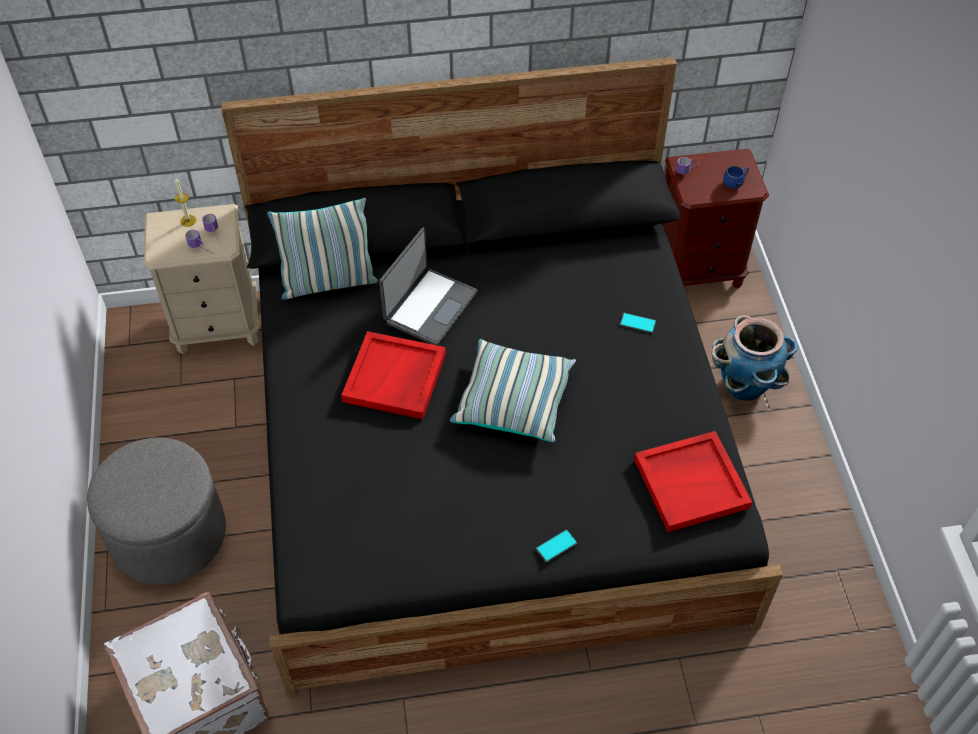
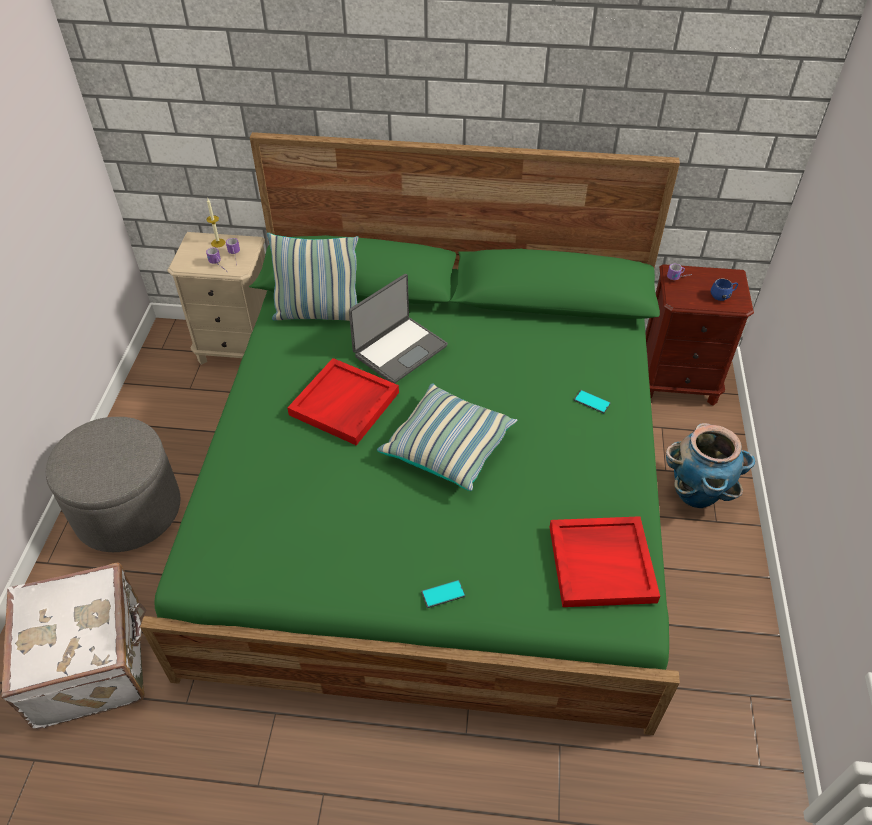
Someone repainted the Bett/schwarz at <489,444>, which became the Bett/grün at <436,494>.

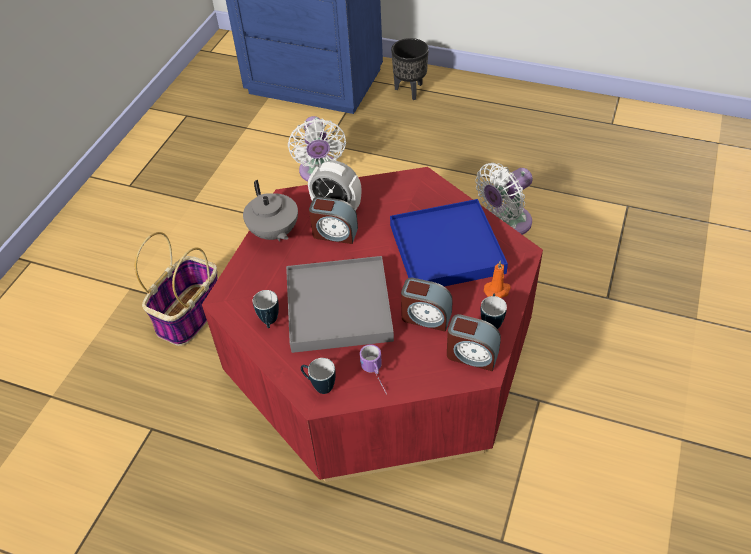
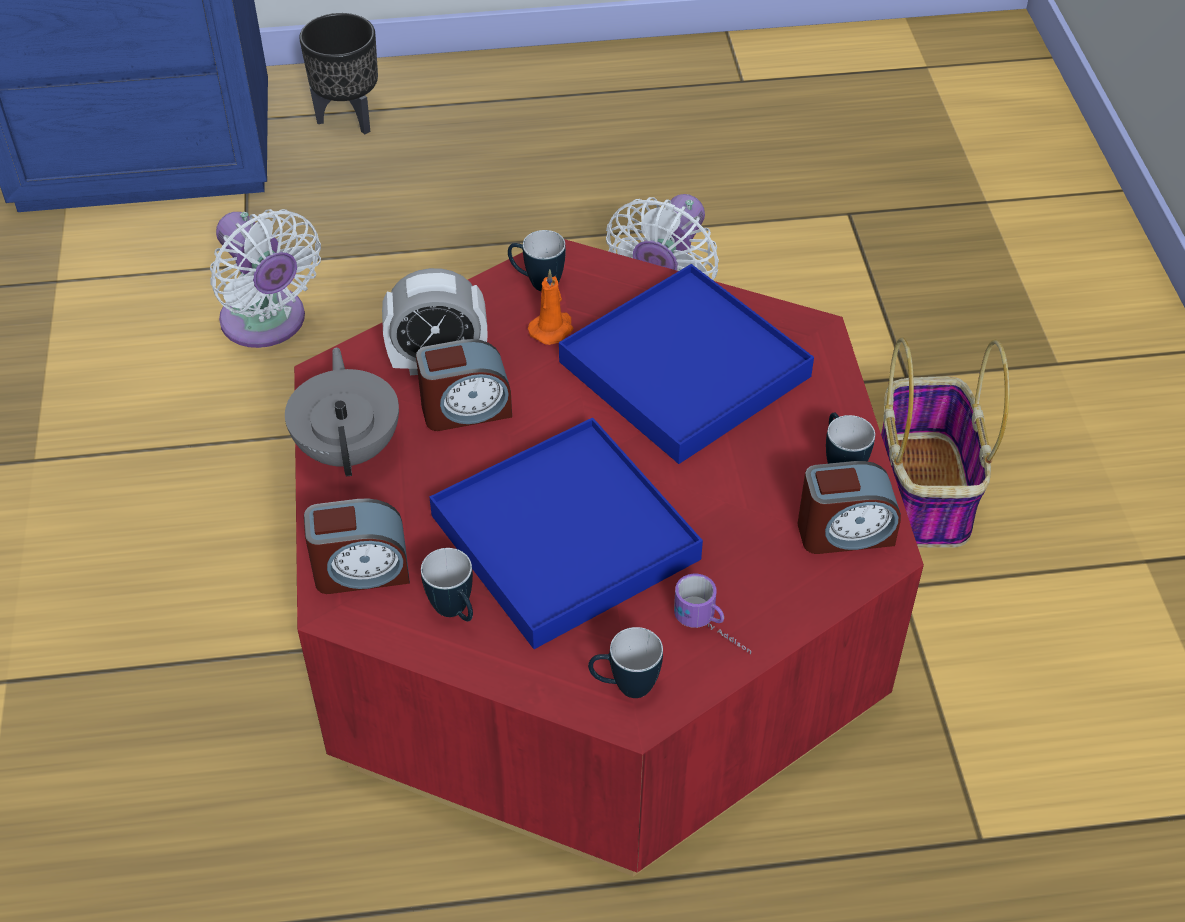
Someone rotated the Teekanne/grau at <274,233> by 135 degrees counterclockwise.
Someone carried the Wecker from <426,317> to <361,570>.
Someone repainted the Tablett/grau at <338,307>, which became the Tablett/blau at <564,537>.
Someone put down the Henkelbecher at <537,282>.
Someone carried the Kerze/orange from <497,290> to <552,329>.
Someone carried the Korb from <190,314> to <922,489>.

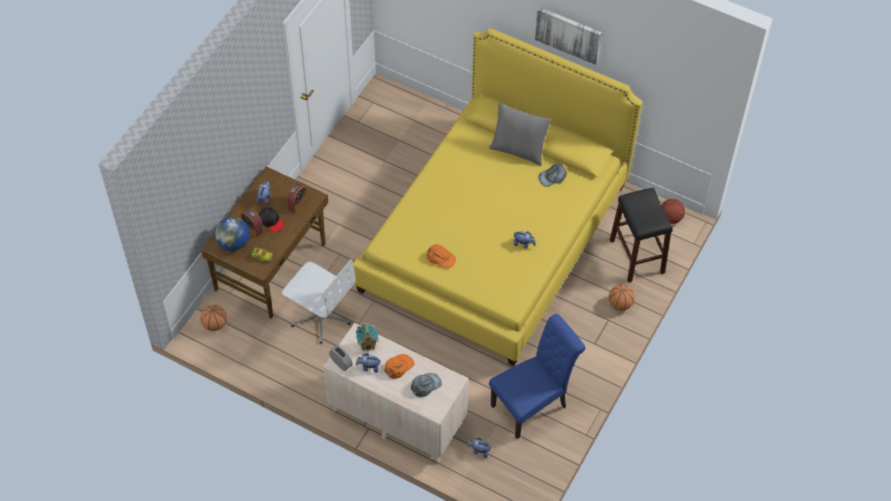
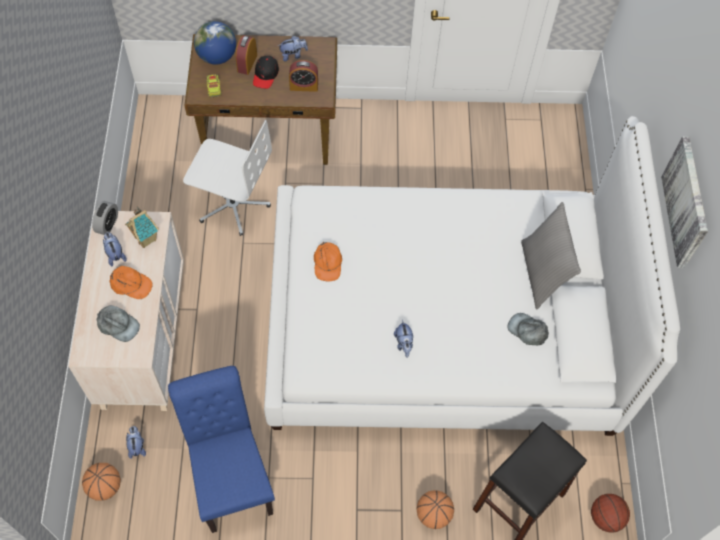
Someone carried the Basketball from <215,324> to <105,487>.
Someone rotated the Stuhl/blau at <533,404> by 135 degrees counterclockwise.
Someone rotated the Bürostuhl/weiß at <321,316> by 75 degrees counterclockwise.
Someone repainted the Bett/gelb at <493,237>, which became the Bett/weiß at <441,322>.

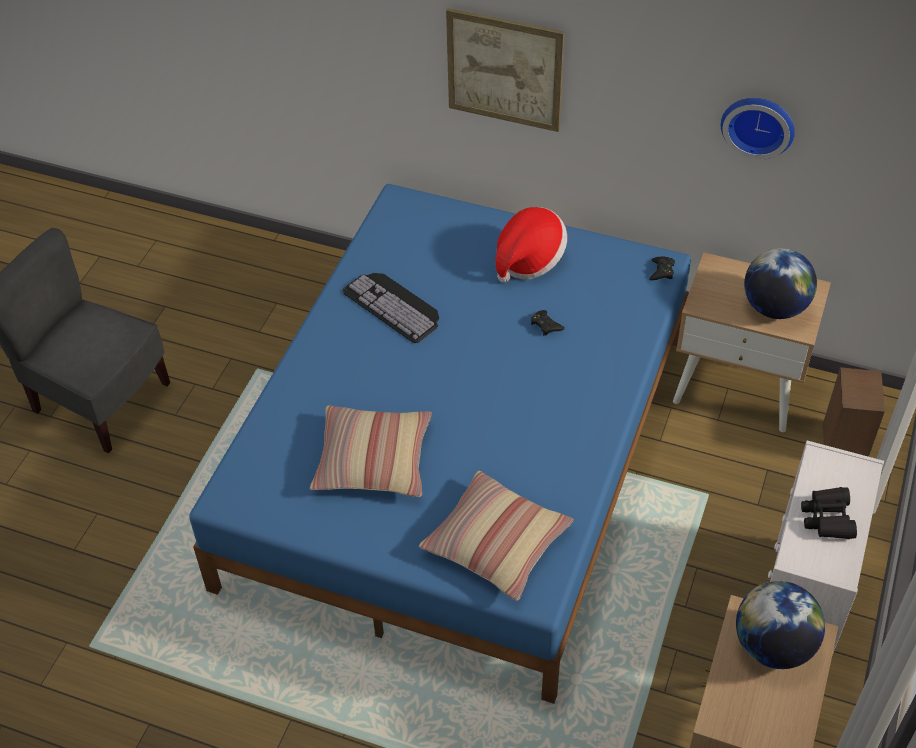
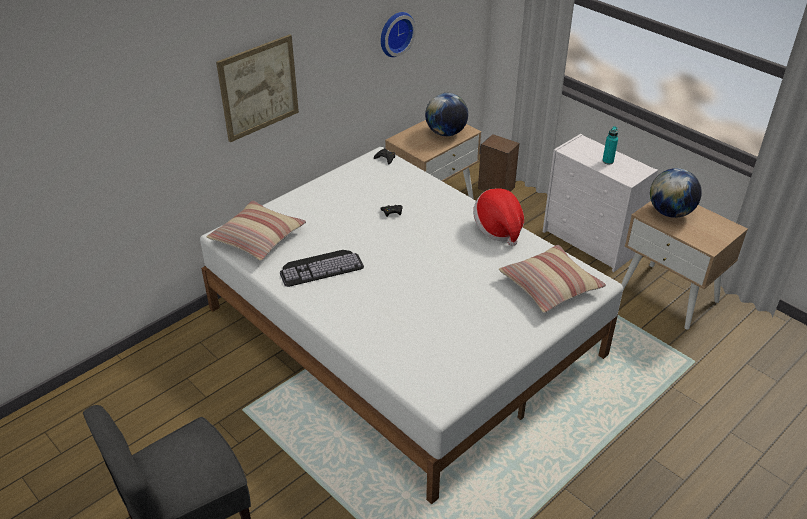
Someone repainted the Bett/blau at <461,458>, which became the Bett/weiß at <403,331>.
Someone carried the Kissen from <373,460> to <258,238>.
Someone carried the Hut from <528,260> to <498,229>.
Someone swapped the Fernglas/schwarz at <827,518> for the Flasche/türkis at <608,161>.

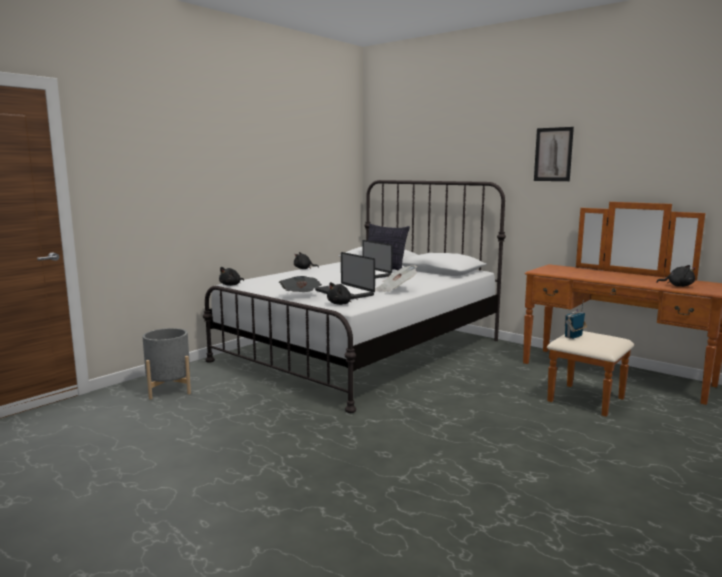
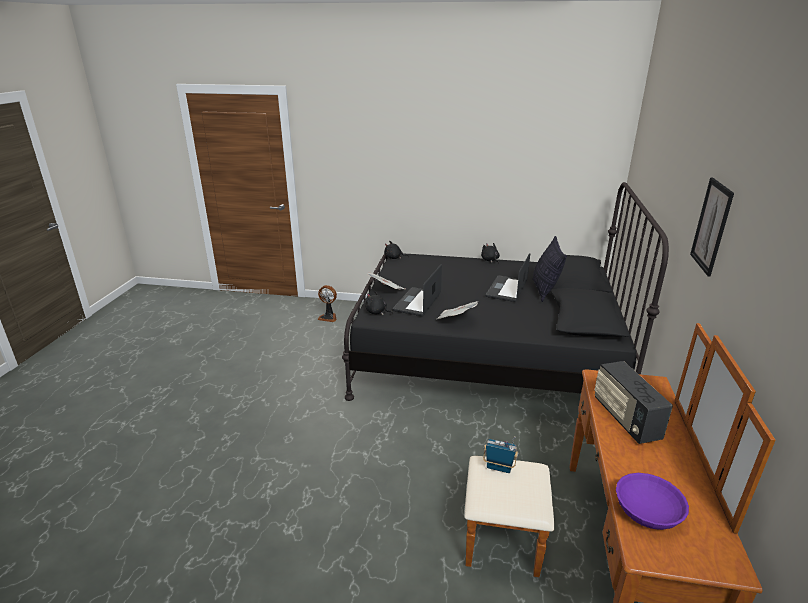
Someone swapped the Pflanzkübel/grau at <169,389> for the Ventilator at <328,317>.
Someone repainted the Bett/weiß at <361,350>, which became the Bett/schwarz at <486,358>.
Someone put down the Radio at <625,419>.
Someone swapped the Plüschtier/schwarz at <678,286> for the Schüssel/lila at <648,511>.

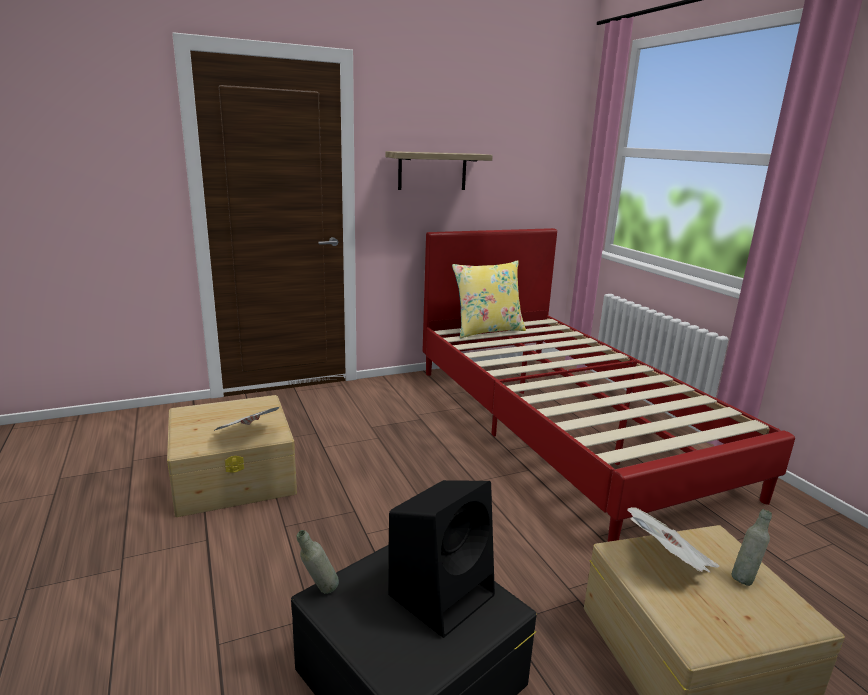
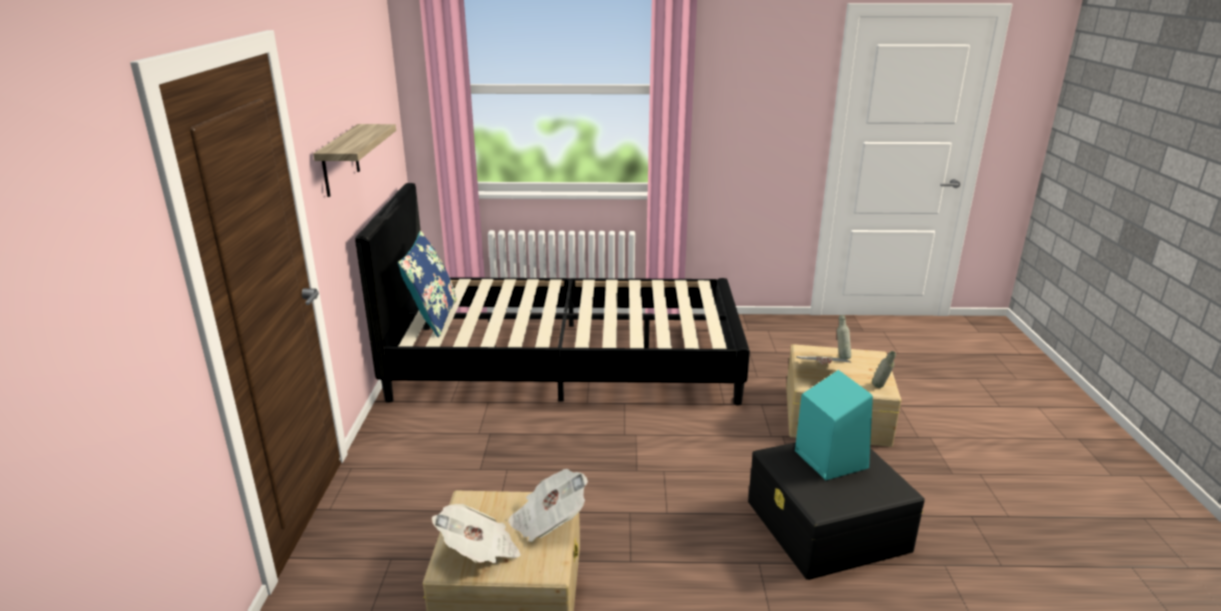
Someone repainted the Bett/rot at <563,425>, which became the Bett/schwarz at <566,362>.
Someone repainted the Kissen/gelb at <487,330>, which became the Kissen/blau at <433,318>.
Someone put down the Zeitung at <479,551>.
Someone repainted the Lautsprecher/schwarz at <442,593>, which became the Lautsprecher/türkis at <829,458>.
Someone carried the Flasche/grau from <319,592> to <880,388>.

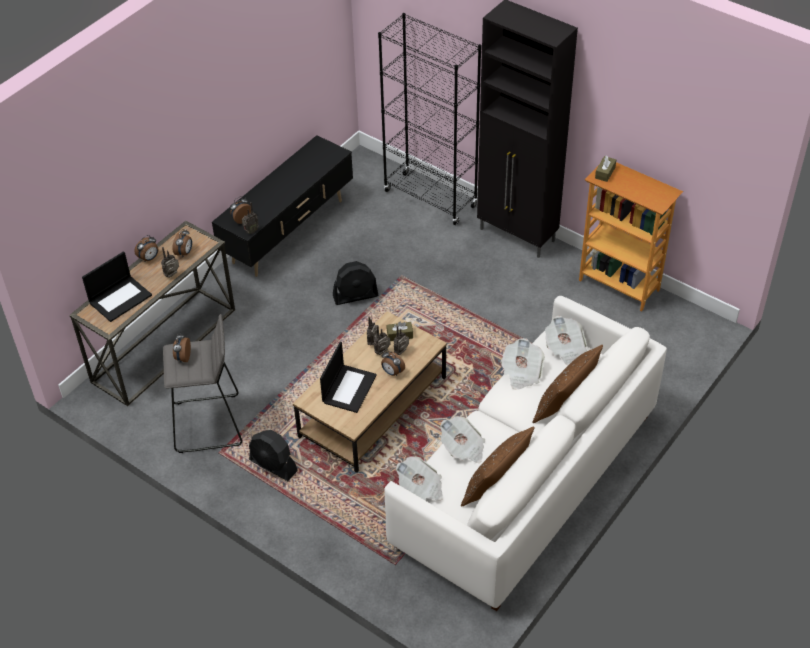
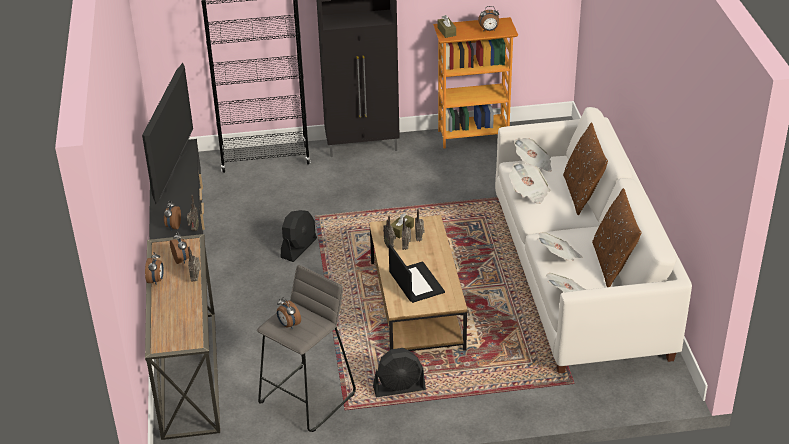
Someone put down the Fernseher at <174,173>.
Someone carried the Wecker from <392,372> to <489,30>.
Someone took away the Laptop at <120,298>.

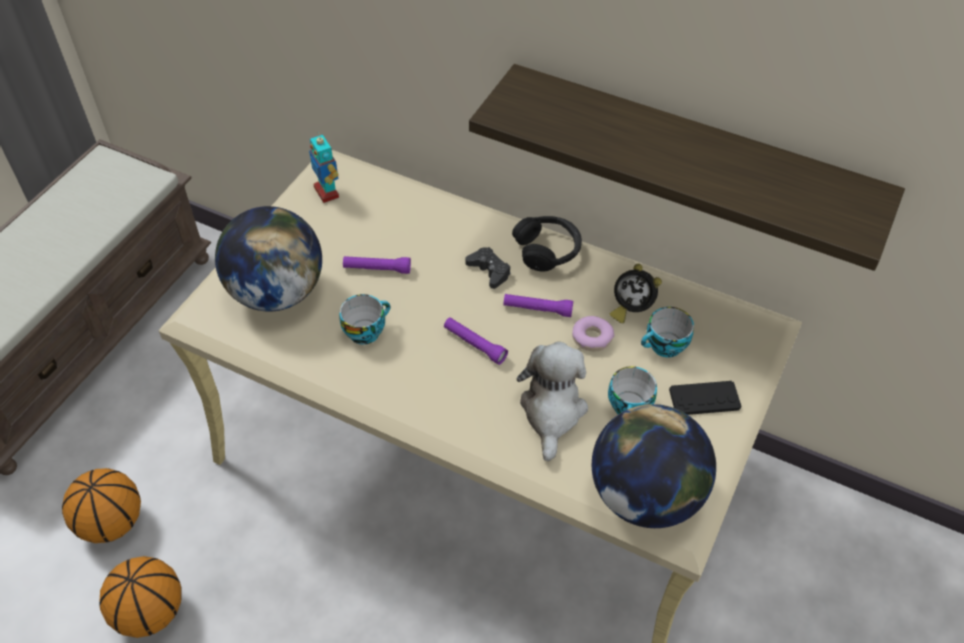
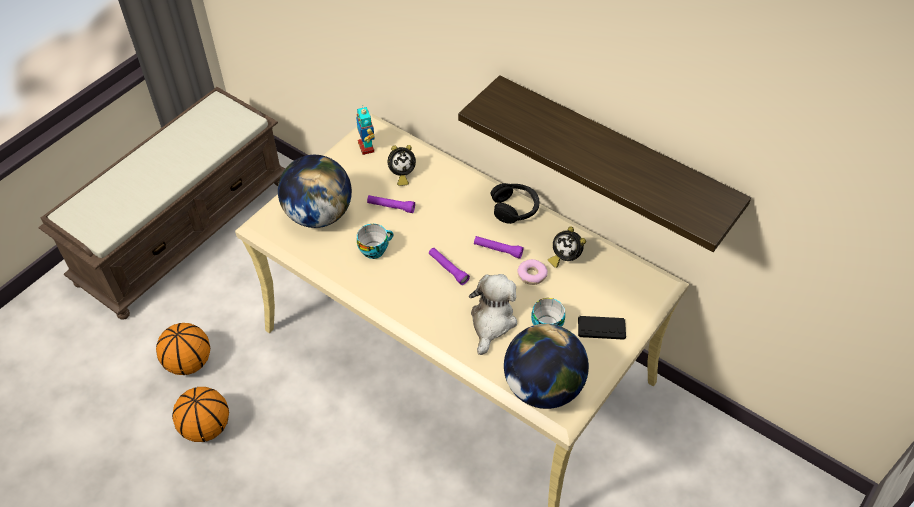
Someone put down the Wecker at <401,175>.
Someone took away the Gamepad/schwarz at <489,271>.
Someone took away the Tasse at <664,347>.

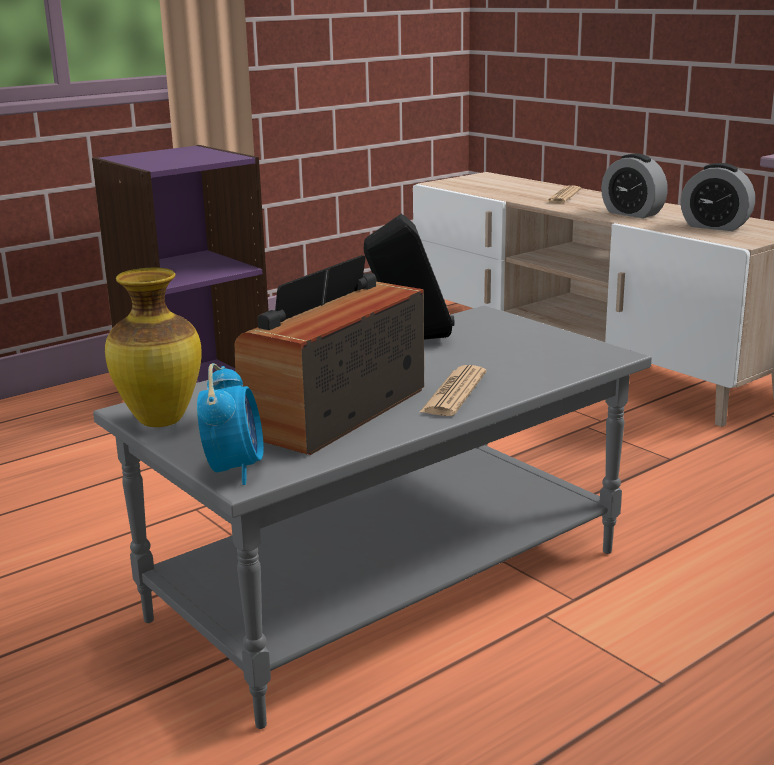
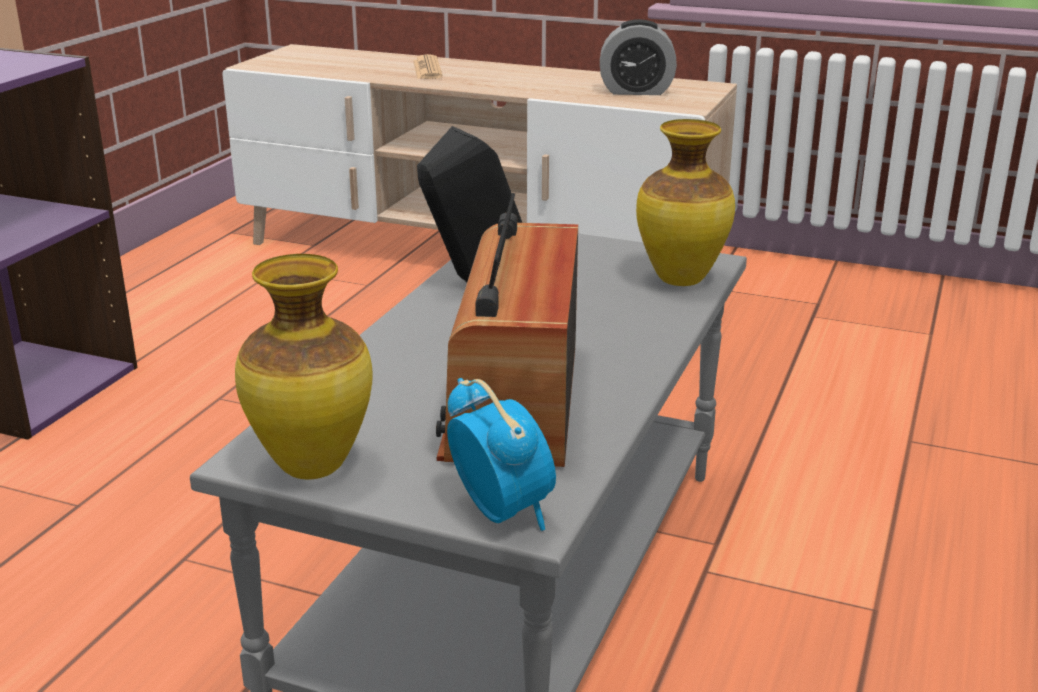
Someone put down the Vase at <682,280>.
Someone took away the Zeitung at <454,392>.
Someone took away the Wecker at <632,213>.

